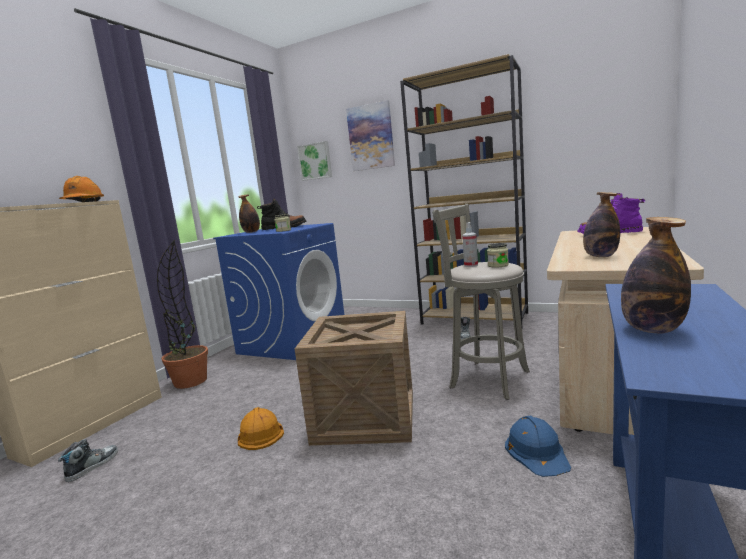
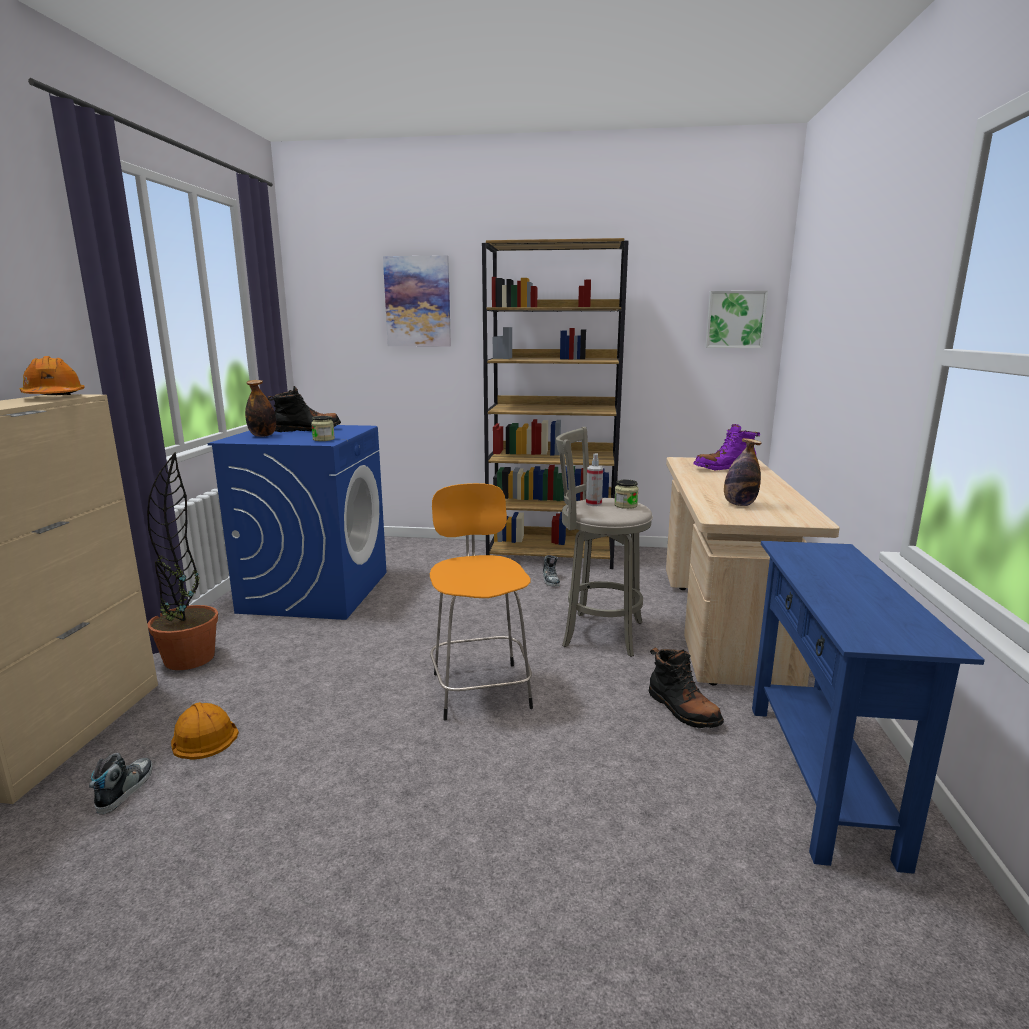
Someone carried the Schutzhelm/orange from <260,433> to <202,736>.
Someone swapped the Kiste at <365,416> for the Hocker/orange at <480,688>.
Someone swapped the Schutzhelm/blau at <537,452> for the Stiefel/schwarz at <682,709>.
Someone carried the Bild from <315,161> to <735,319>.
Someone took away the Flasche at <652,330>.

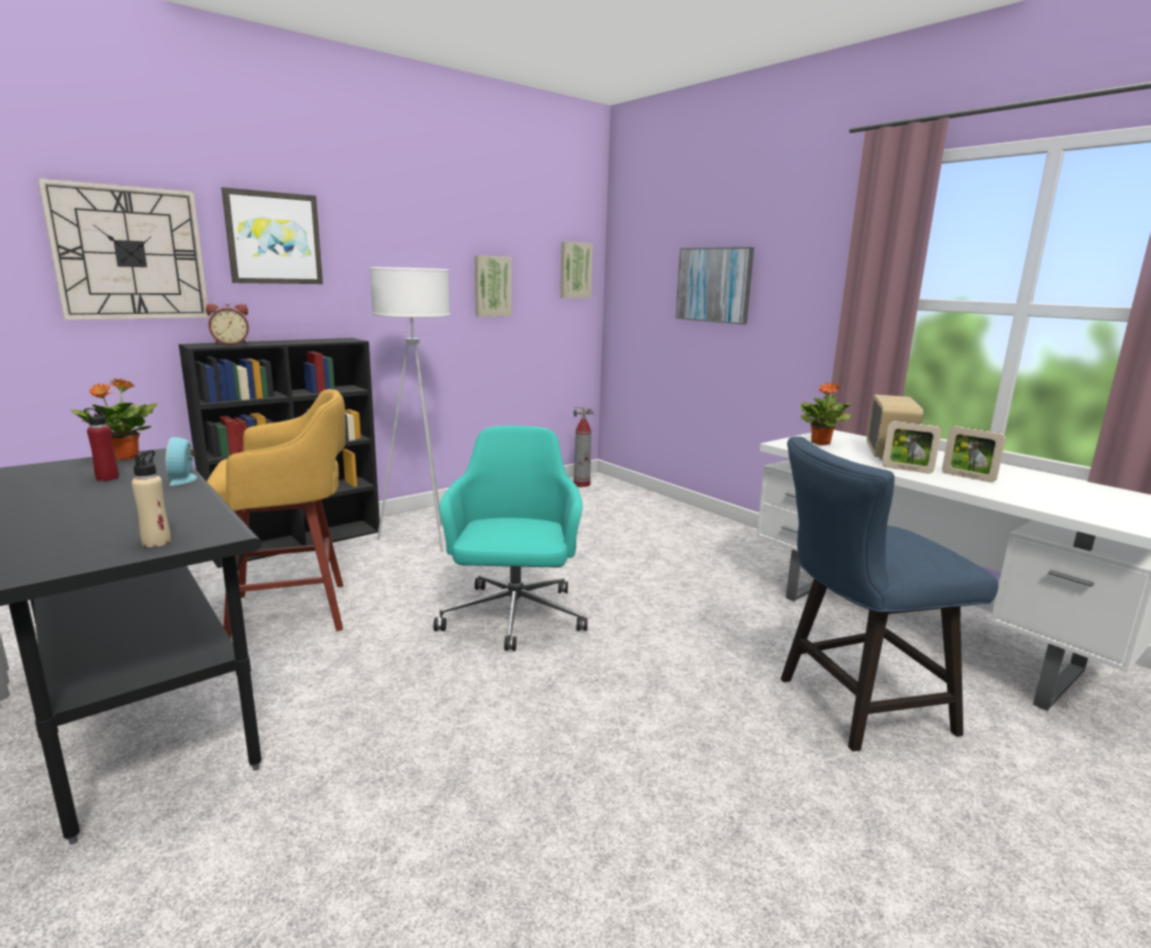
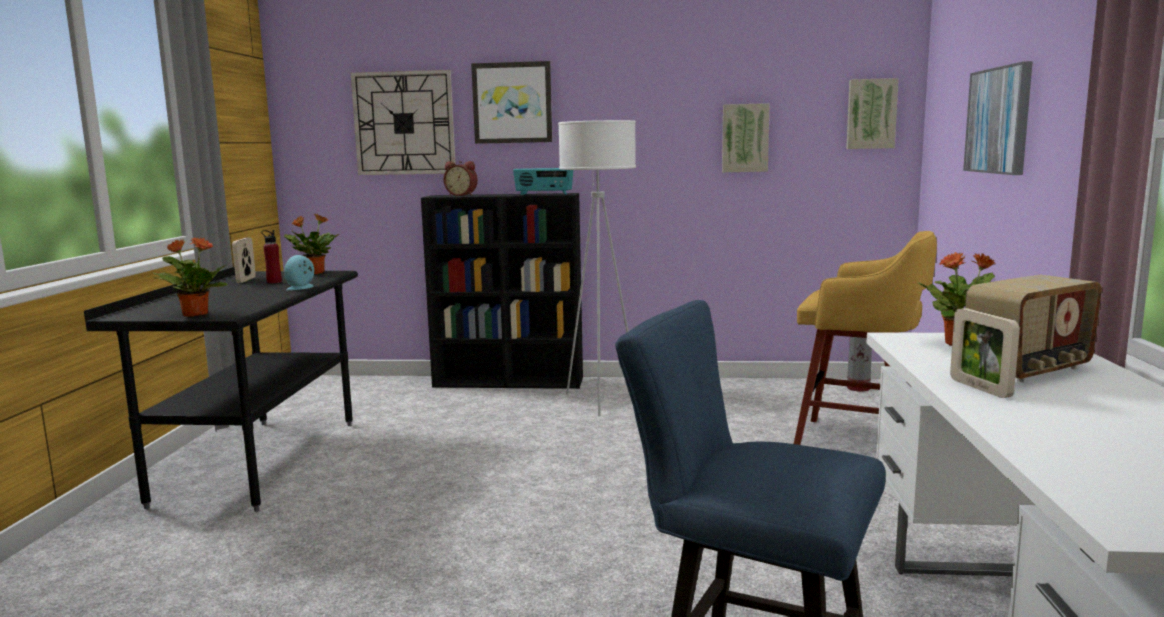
Someone swapped the Flasche/beige at <156,542> for the Topfpflanze at <194,314>.
Someone carried the Bilderrahmen from <968,477> to <246,280>.
Someone put down the Radio at <543,194>.
Someone carried the Hocker/gelb from <294,612> to <858,442>.
Someone took away the Bürostuhl/türkis at <513,618>.

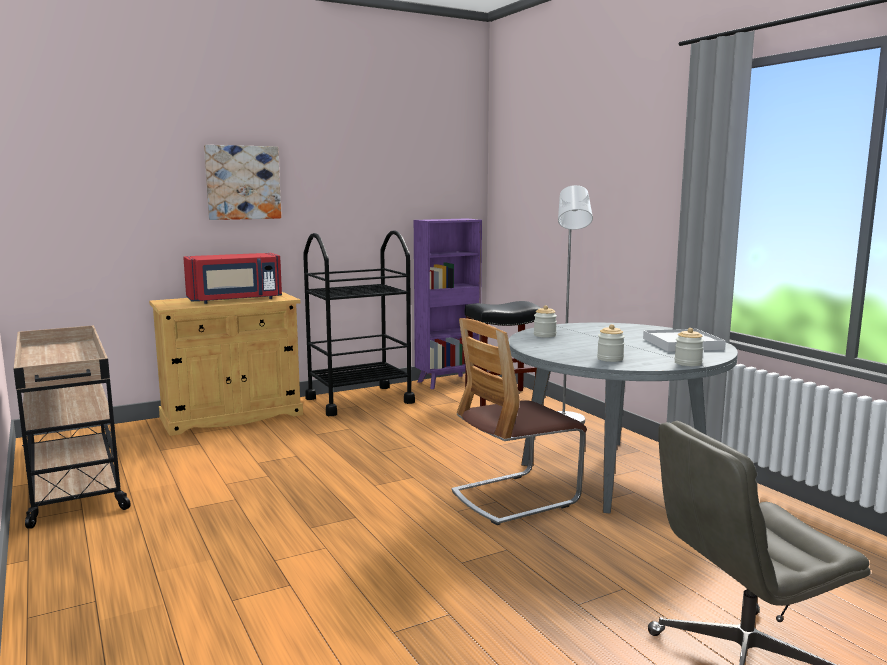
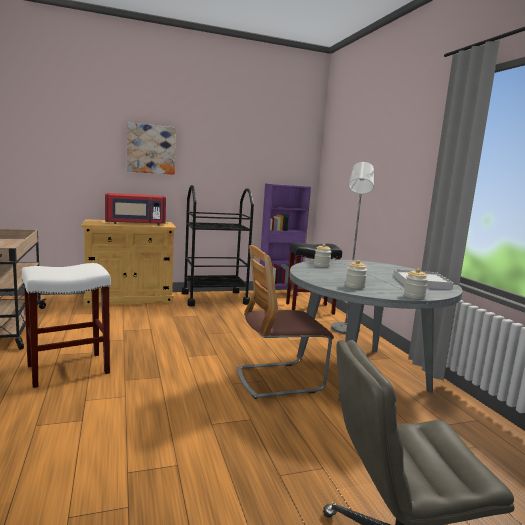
Someone put down the Hocker/weiß at <67,369>.

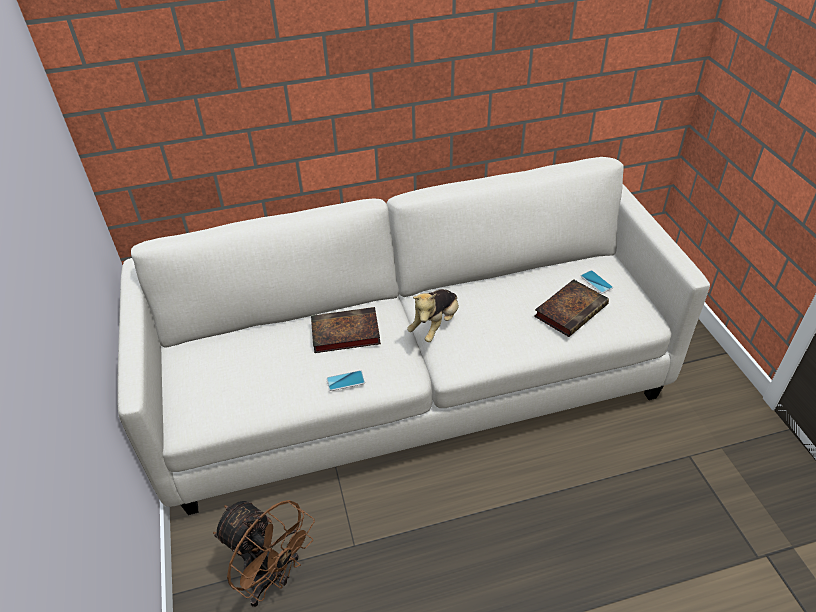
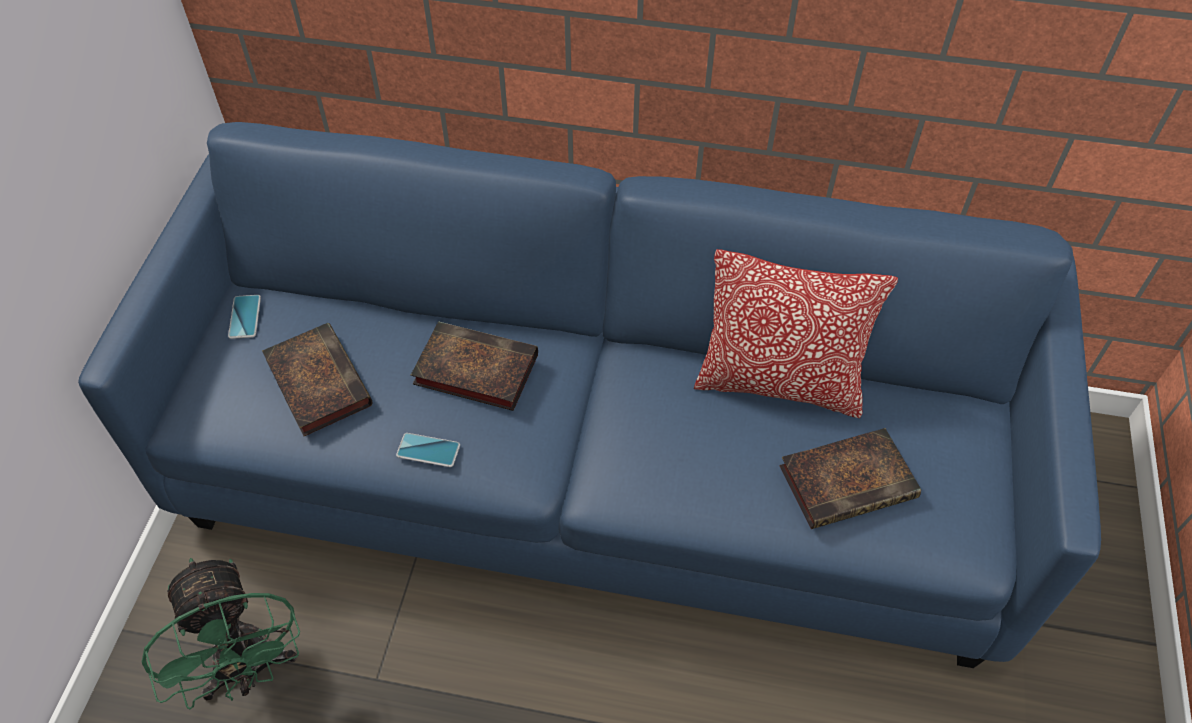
Someone repainted the Sofa/weiß at <411,384>, which became the Sofa/blau at <597,467>.
Someone repainted the Ventilator/braun at <272,578>, which became the Ventilator/grün at <249,671>.
Someone carried the Handy from <596,282> to <245,317>.
Someone put down the Buch at <316,381>.
Someone put down the Kissen at <779,383>.
Someone took away the Plüschtier at <435,325>.

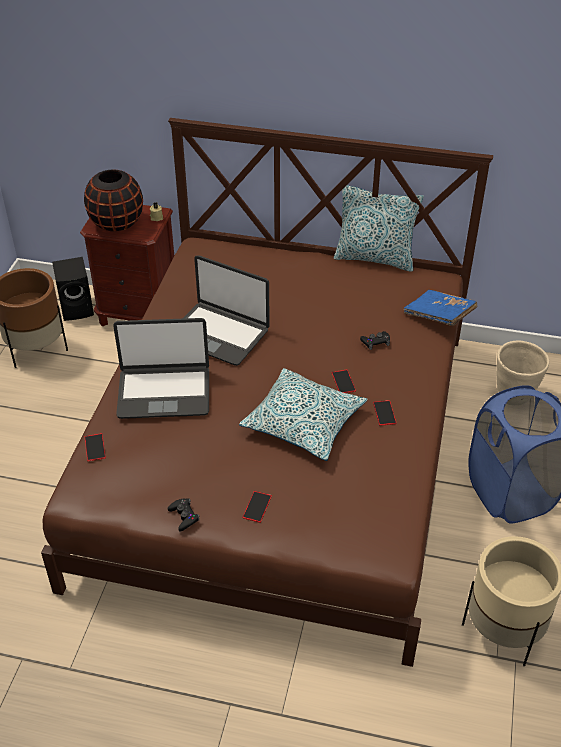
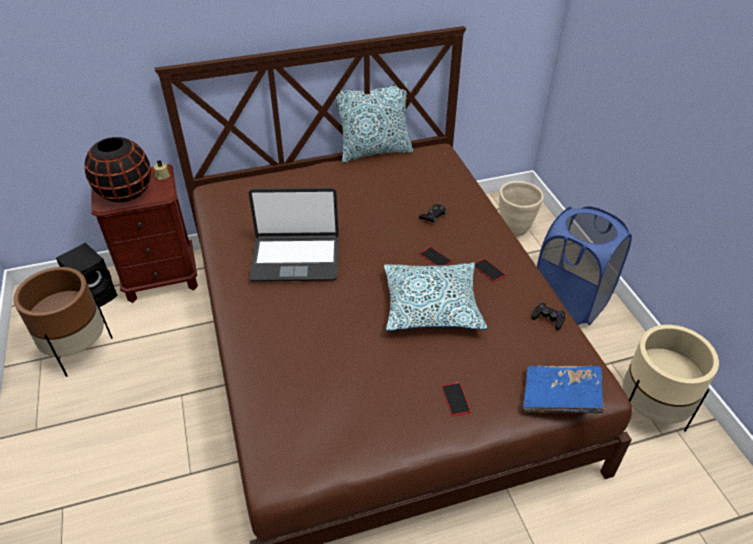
Someone carried the Buch/blau from <439,316> to <560,397>.
Someone carried the Gamepad/schwarz from <184,516> to <548,318>.
Someone took away the Handy at <95,447>.
Someone took away the Laptop at <164,392>.

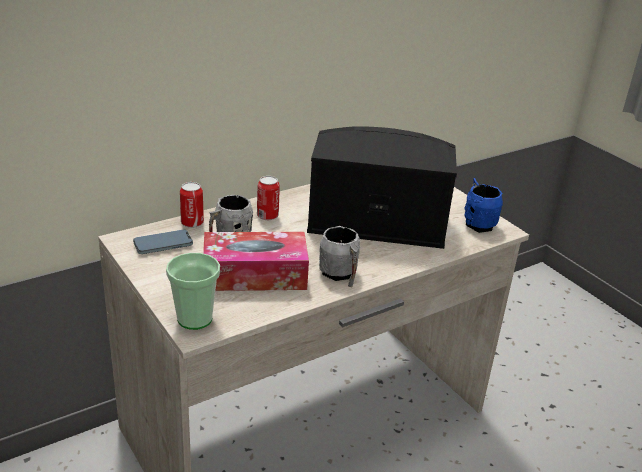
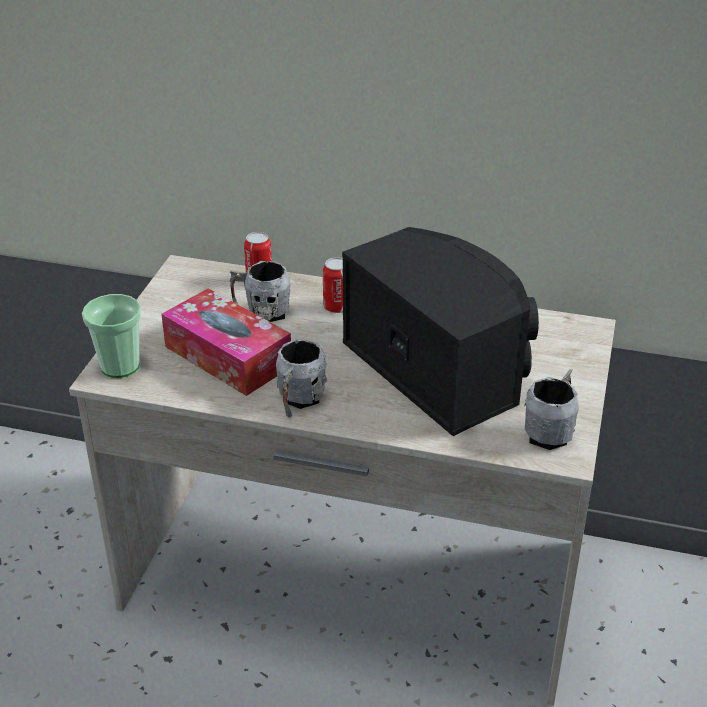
Someone repainted the Henkelbecher/blau at <477,222>, which became the Henkelbecher/grau at <551,431>.
Someone took away the Handy at <163,244>.

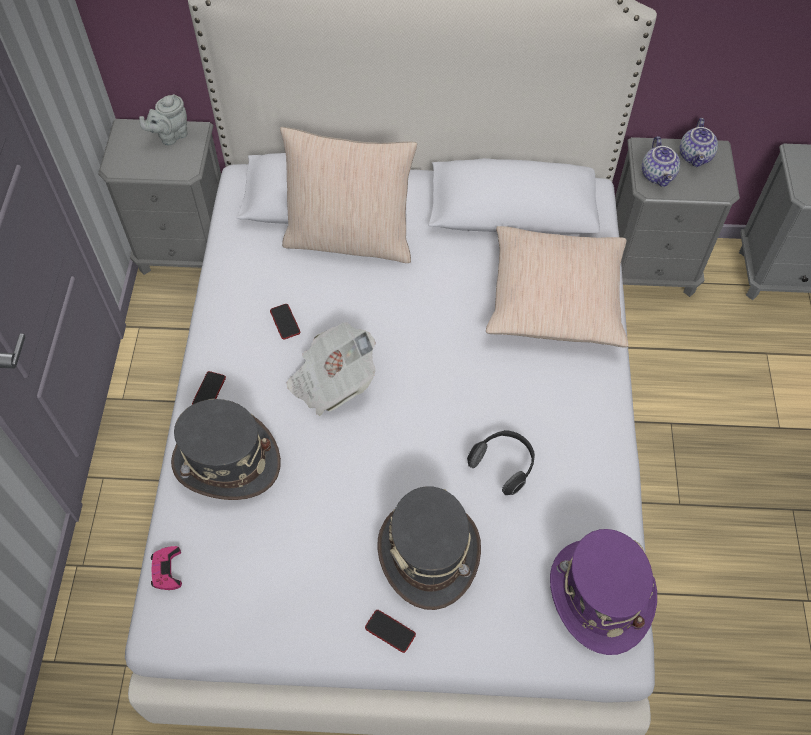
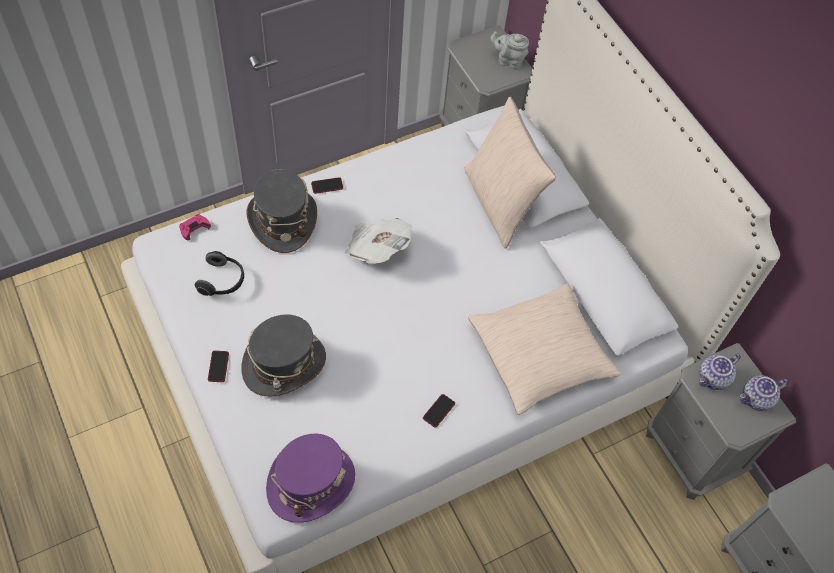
Someone carried the Kopfhörer from <503,465> to <222,281>.
Someone carried the Handy from <285,322> to <439,411>.

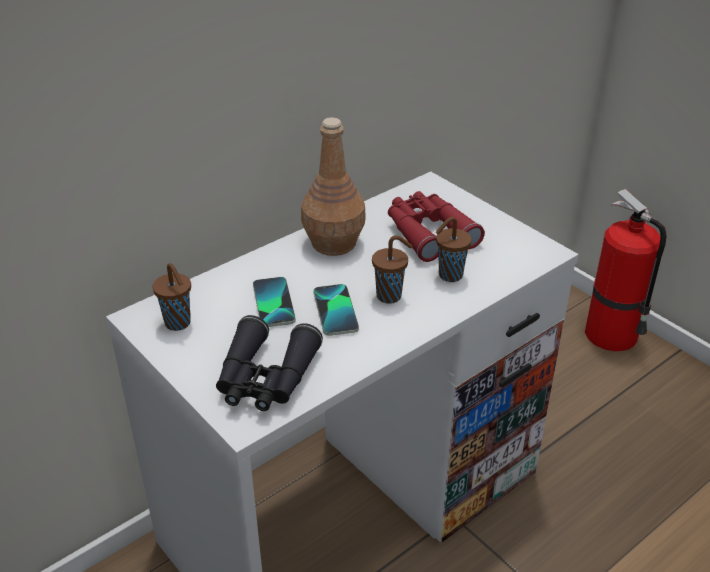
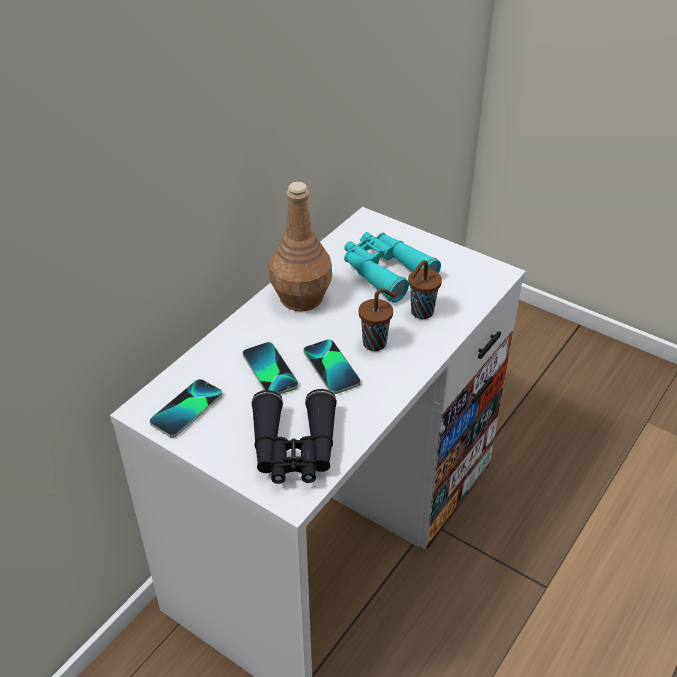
Someone swapped the Tasse/braun at <178,324> for the Handy at <187,409>.
Someone repainted the Fernglas/rot at <428,232>, which became the Fernglas/türkis at <385,271>.
Someone took away the Feuerlöscher at <613,335>.

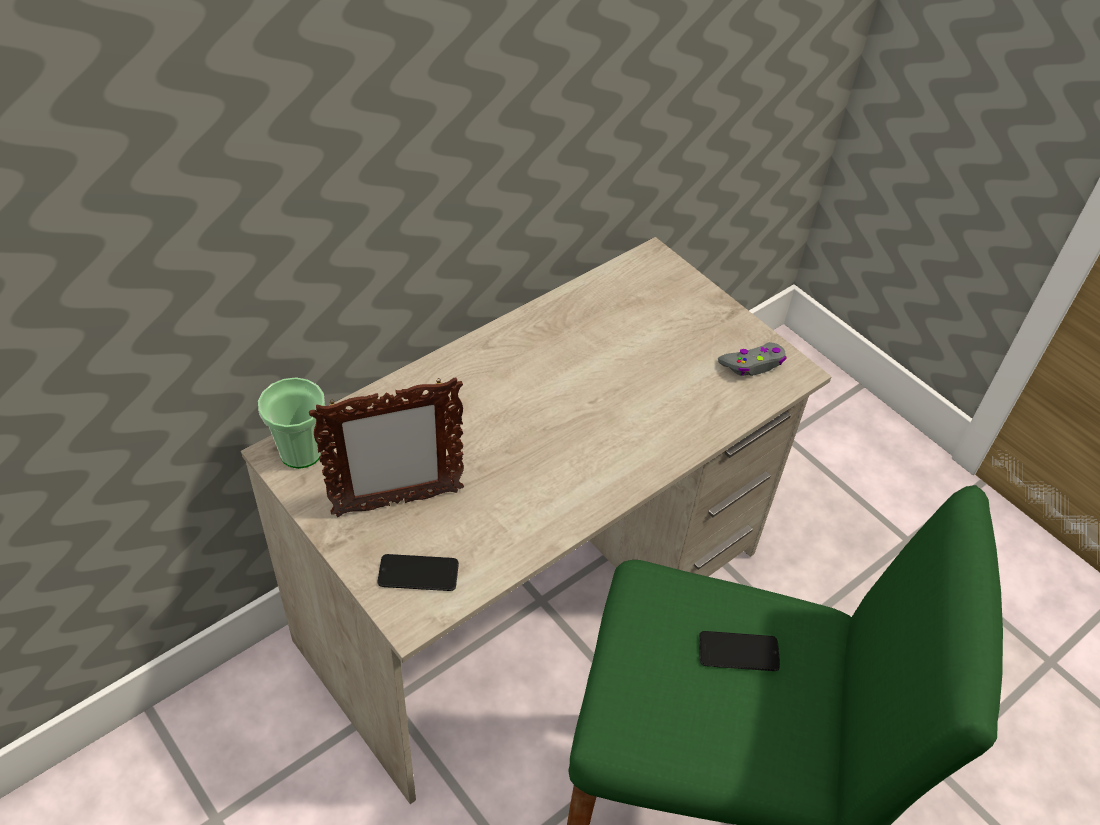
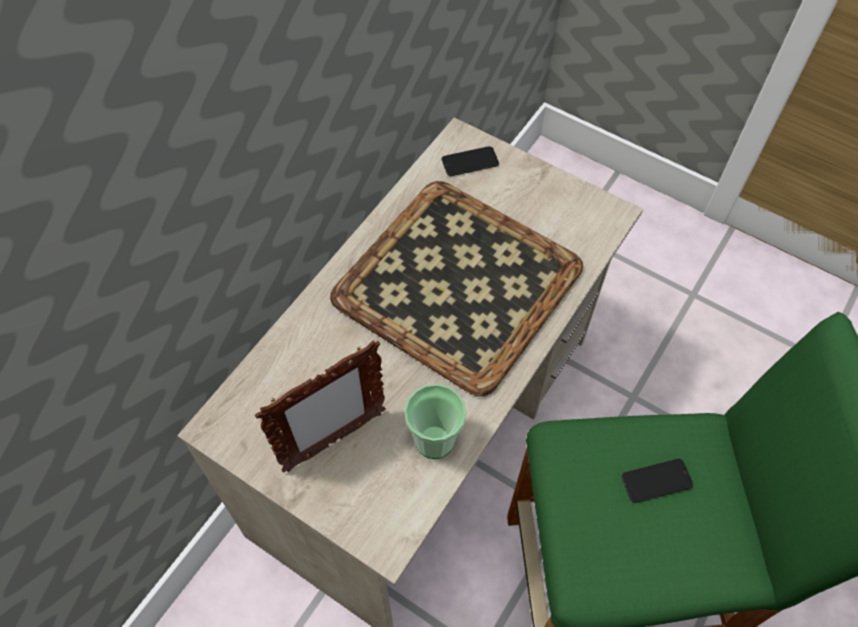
Someone put down the Tablett at <457,281>.
Someone carried the Tasse from <301,452> to <434,440>.
Someone carried the Handy from <418,573> to <470,162>.
Someone took away the Gamepad/grau at <753,364>.

